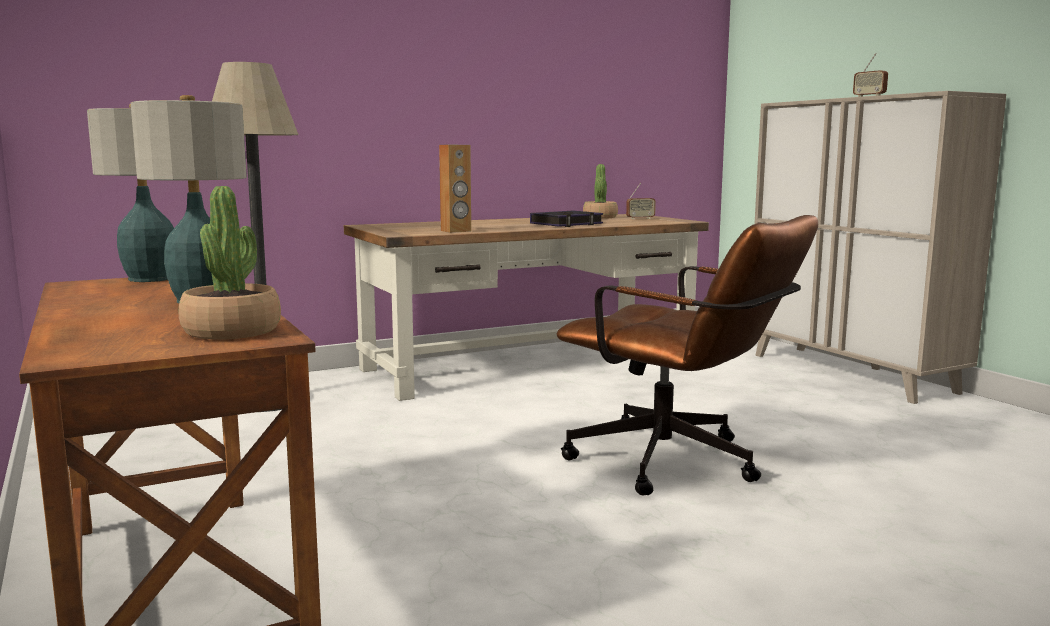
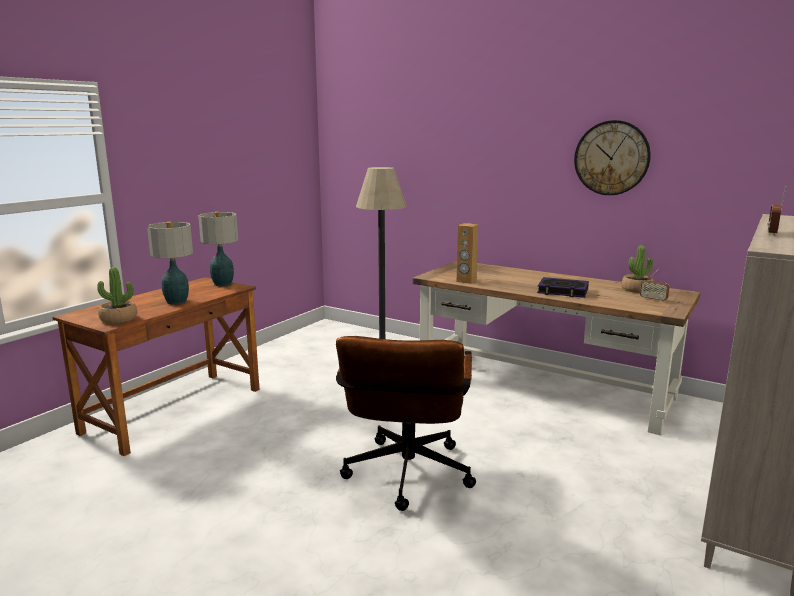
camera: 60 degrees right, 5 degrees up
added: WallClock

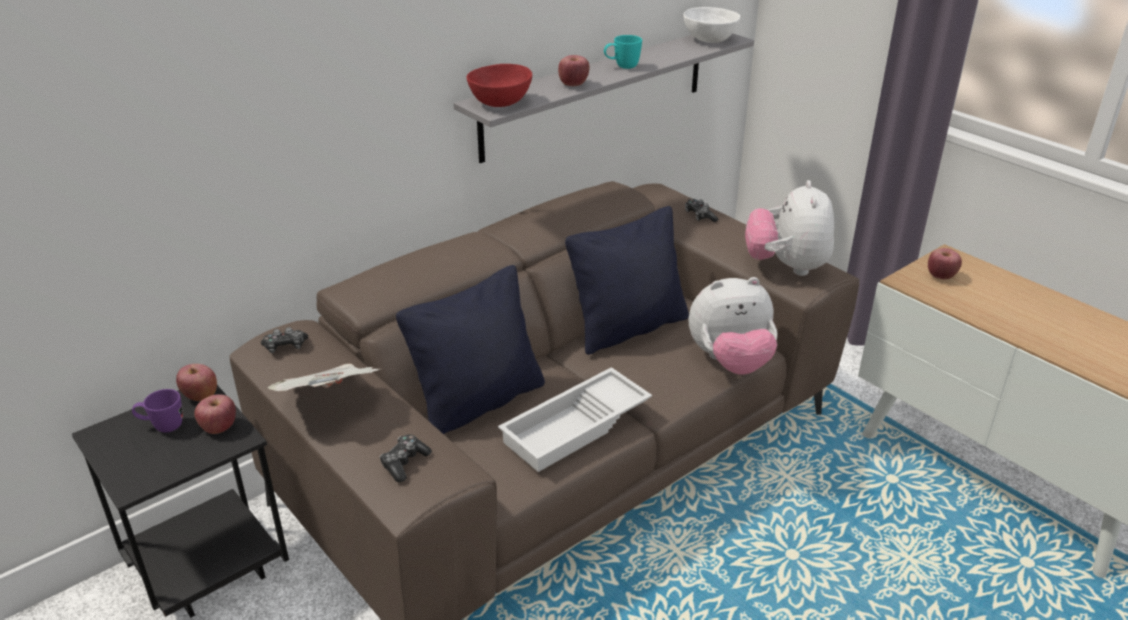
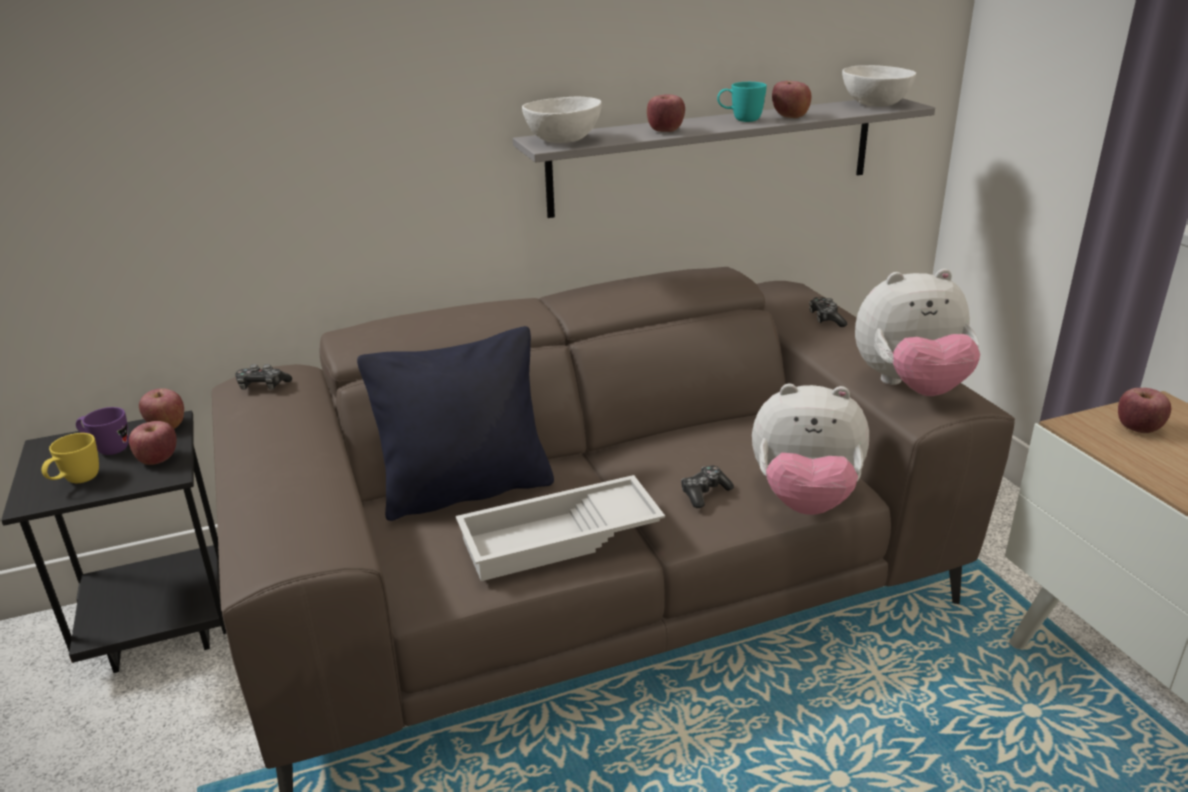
camera: 20 degrees right, 5 degrees down
removed: Newspaper; BlackPillow (2nd from left)
added: YellowMug; Apple (4th from left)
moved: GameController (2nd from left)
recoloured: RedBowl to WhiteBowl (1st from left)
turned: PlushToy (2nd from left) 120 degrees counterclockwise

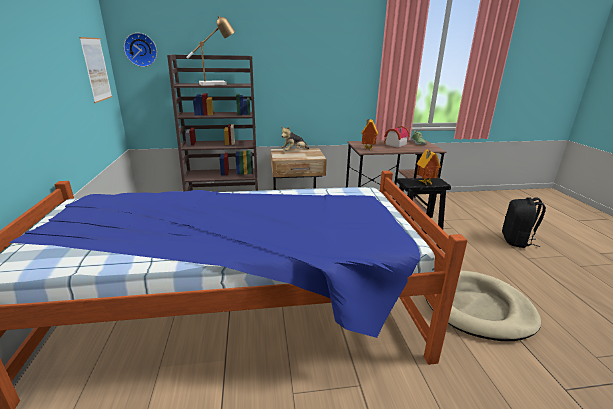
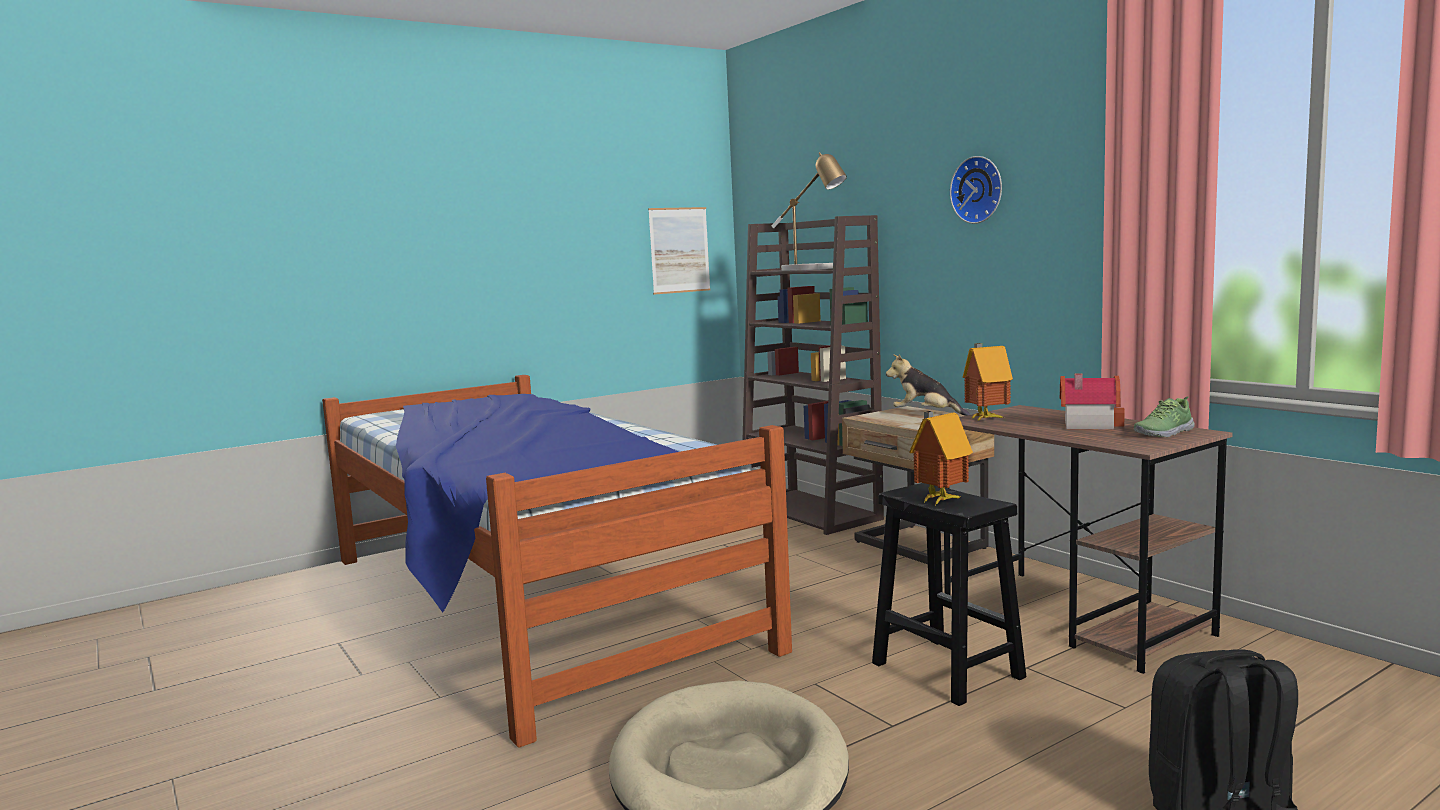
camera: 65 degrees right, 15 degrees down
moved: WallClock

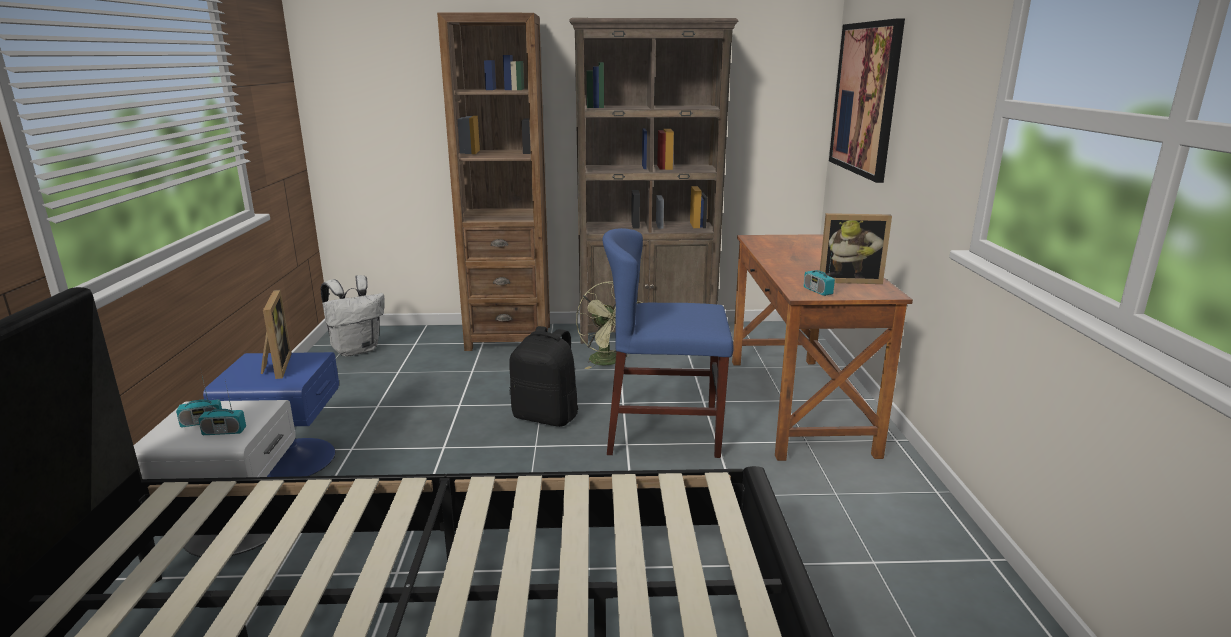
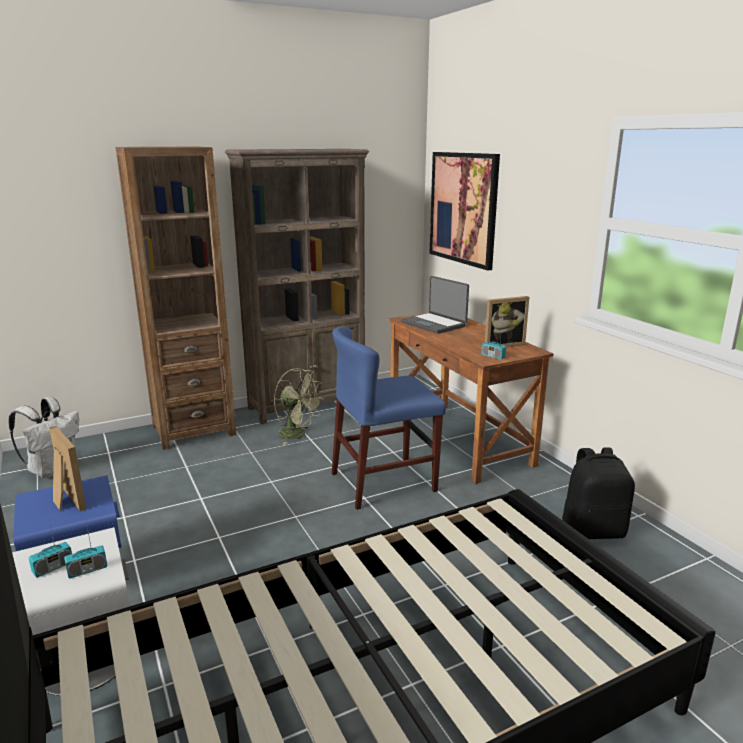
camera: 25 degrees left, 0 degrees up
added: Laptop
moved: BlackBackpack

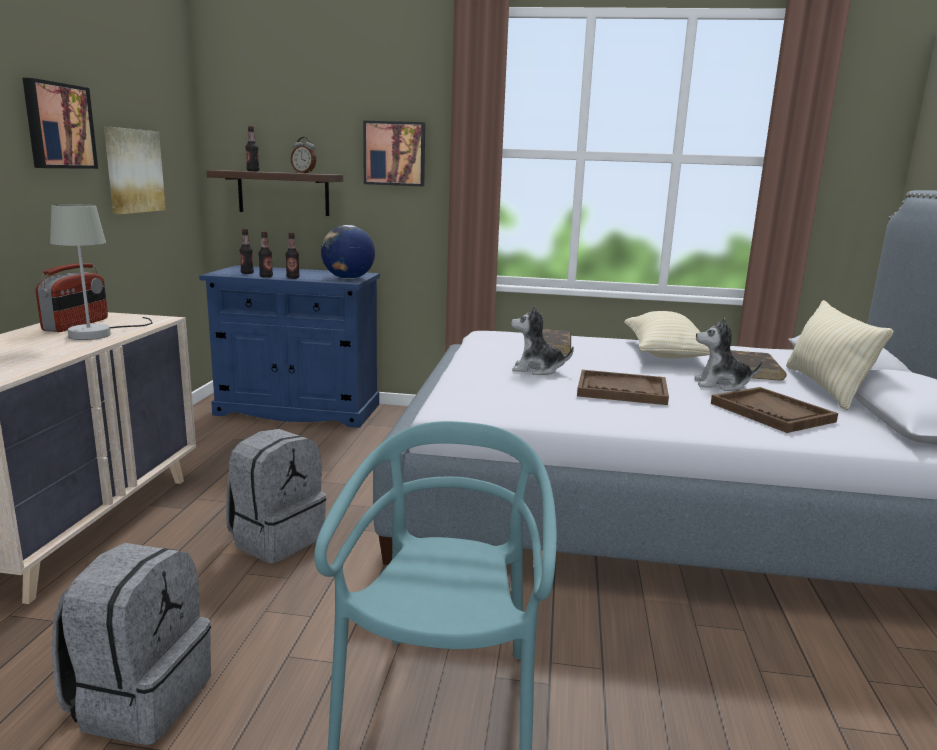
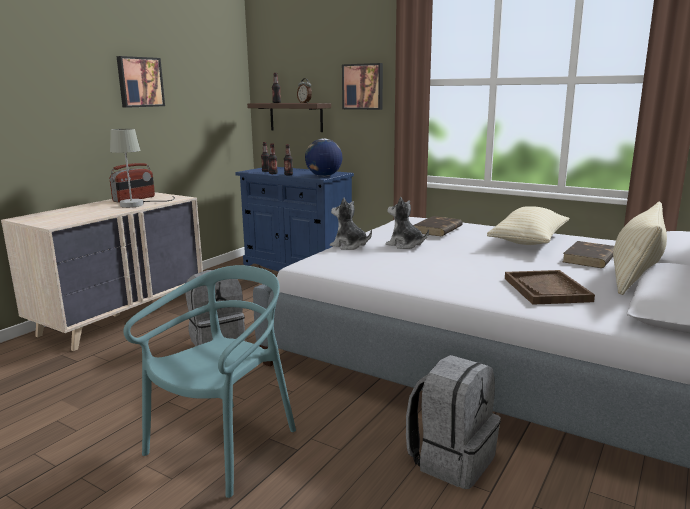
camera: 25 degrees right, 0 degrees up
removed: Picture (2nd from left); BrownTray (1st from left)
moved: GreyBackpack (1st from left in the first image) to GreyBackpack (2nd from left); PlushToy (2nd from left in the first image) to PlushToy (1st from left)

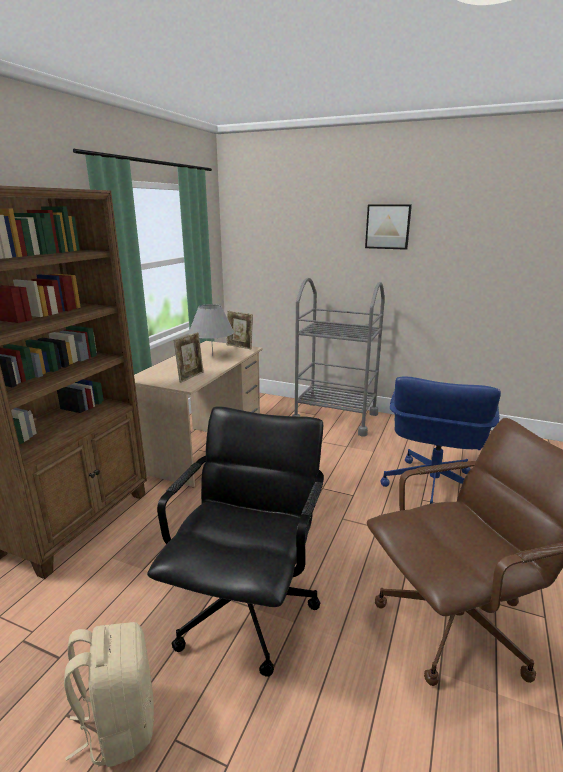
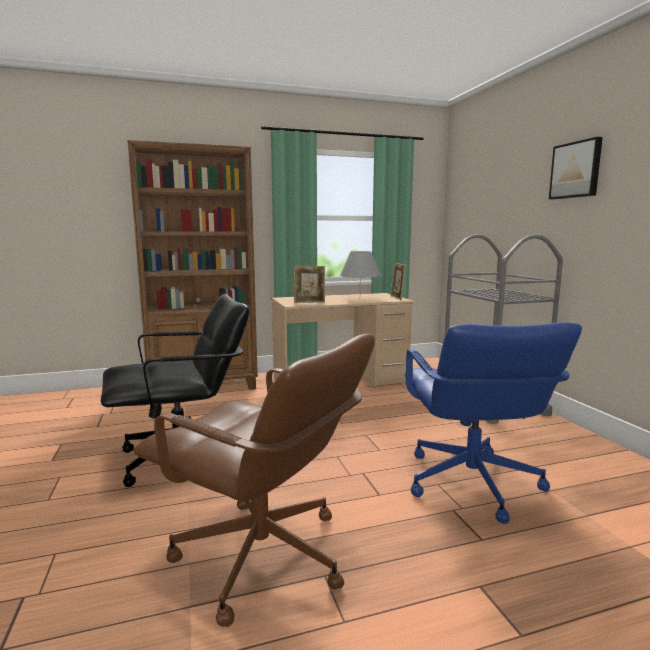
camera: 50 degrees right, 10 degrees down
removed: BeigeBackpack
turned: BlueOfficeChair 75 degrees counterclockwise

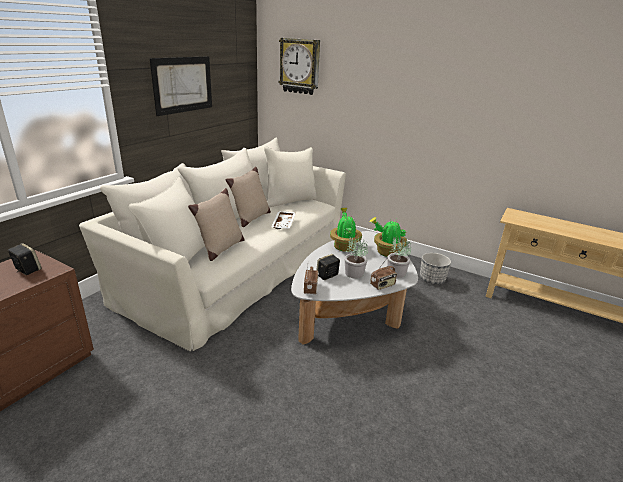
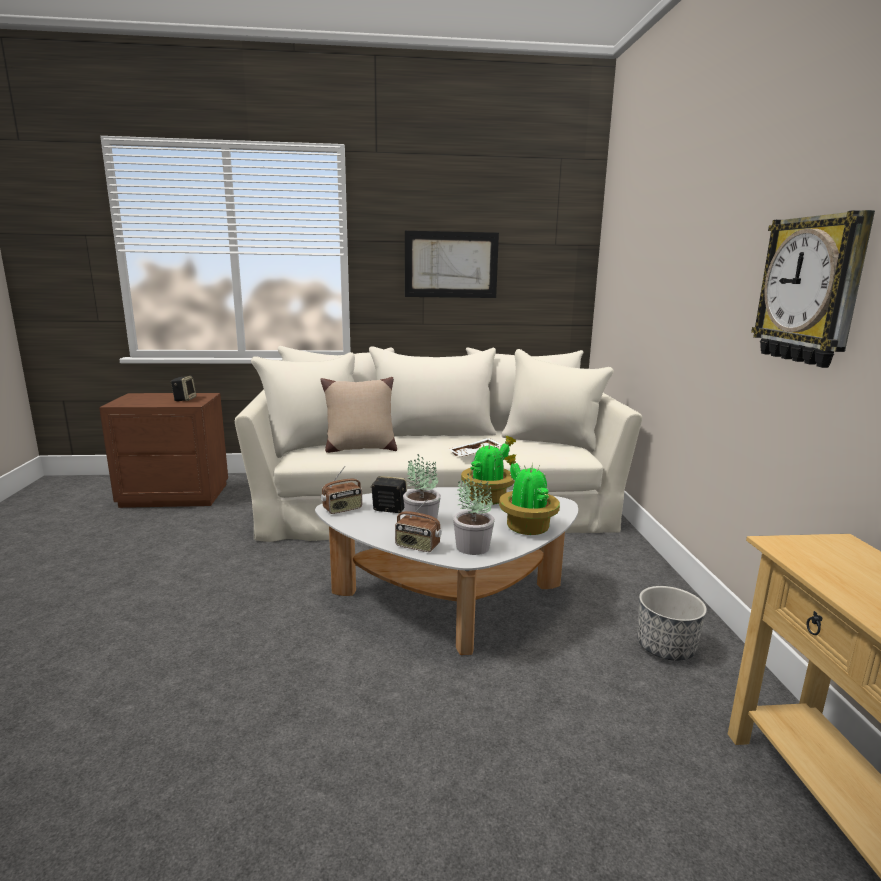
camera: 55 degrees right, 10 degrees down
removed: BeigePillow (2nd from left)
moved: WallClock

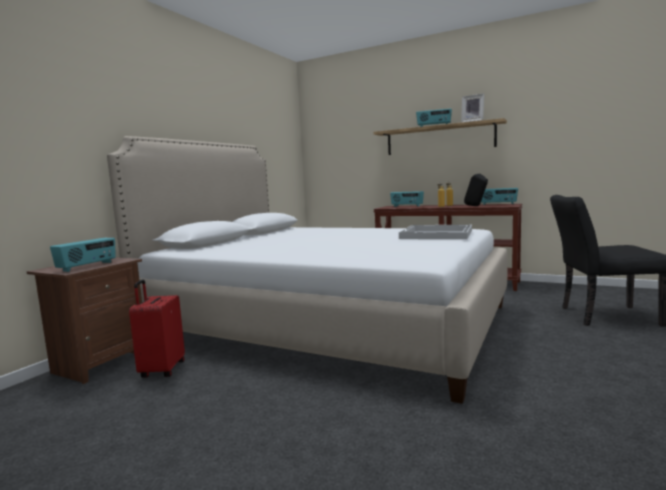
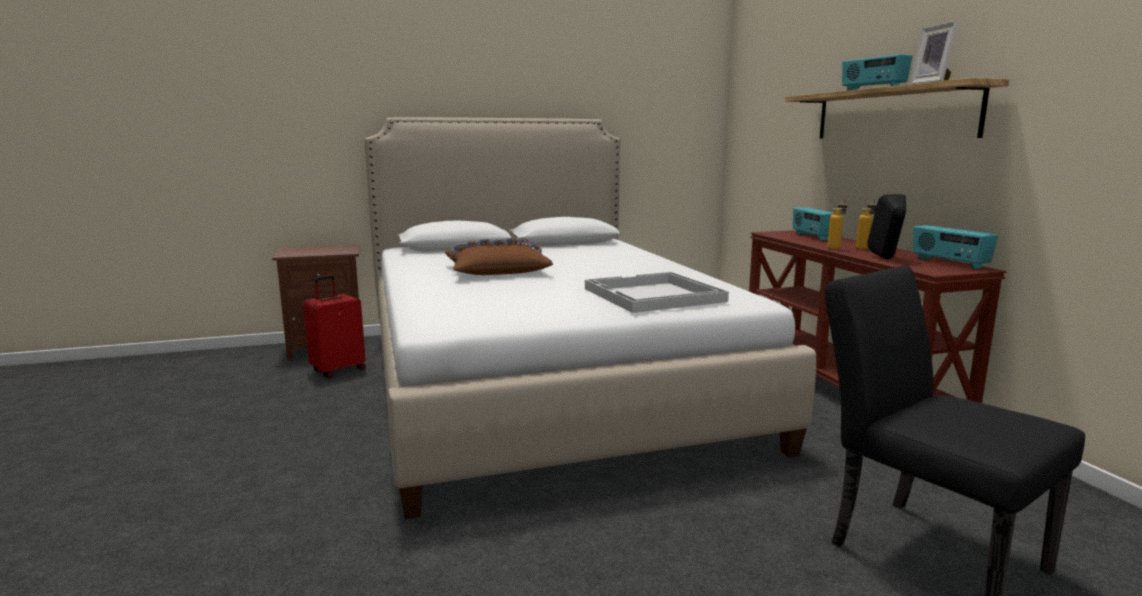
camera: 45 degrees right, 5 degrees up
removed: Radio (1st from left)
added: BrownPillow

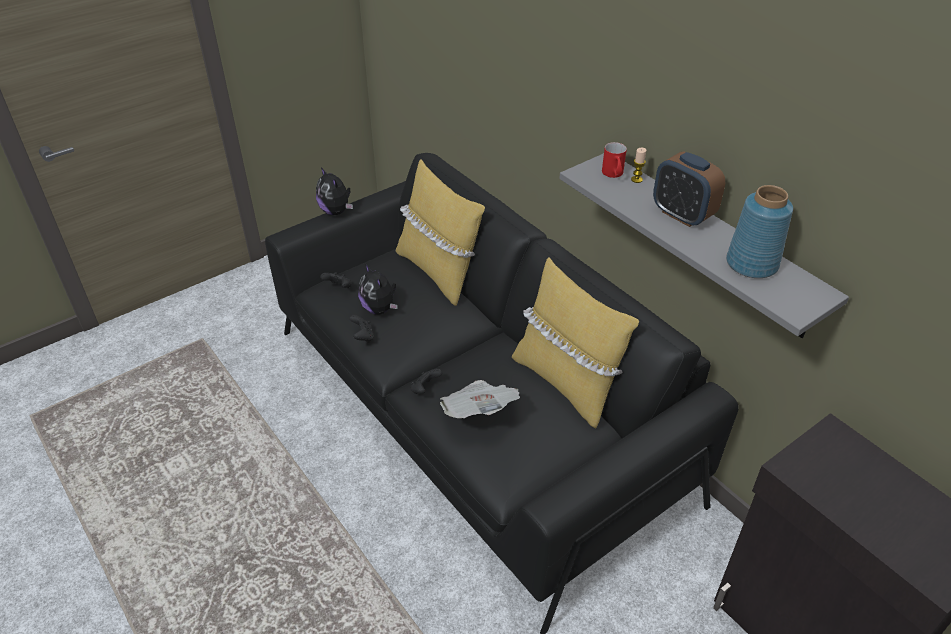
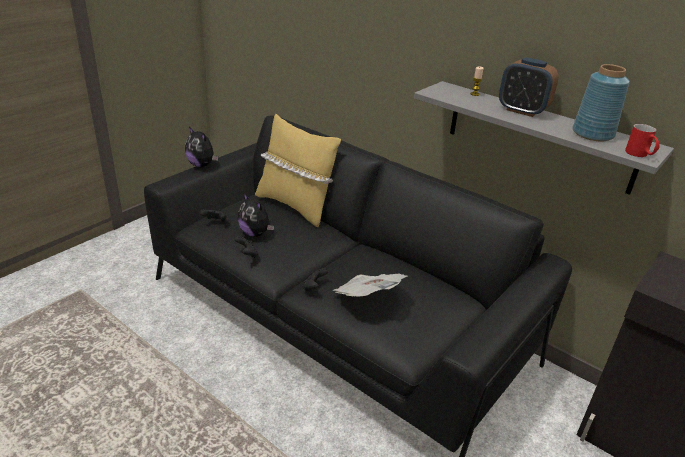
camera: 15 degrees left, 10 degrees down
removed: YellowPillow (2nd from left)
moved: RedMug

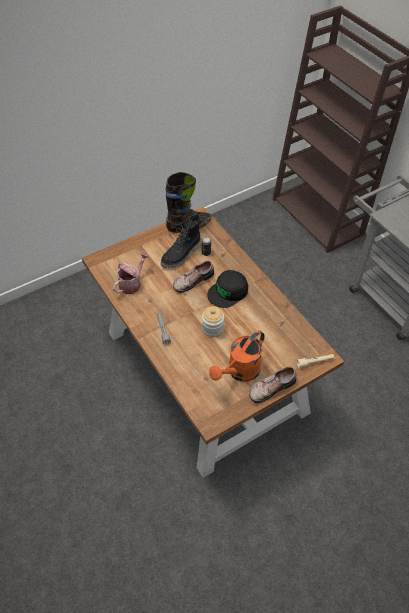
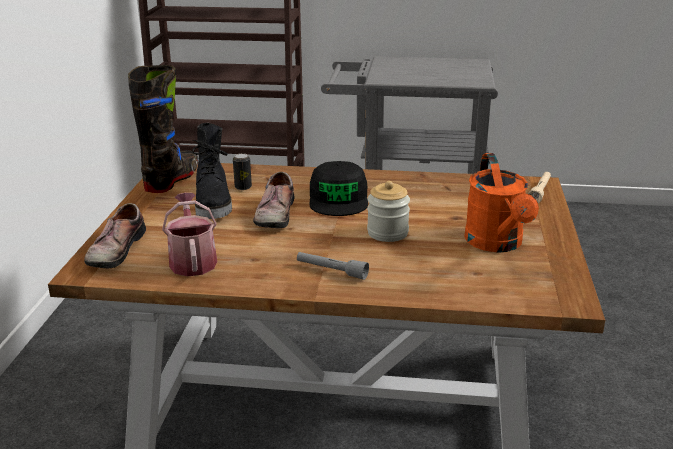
camera: 50 degrees left, 25 degrees down
moved: Shoe (2nd from left in the first image) to Shoe (1st from left)

